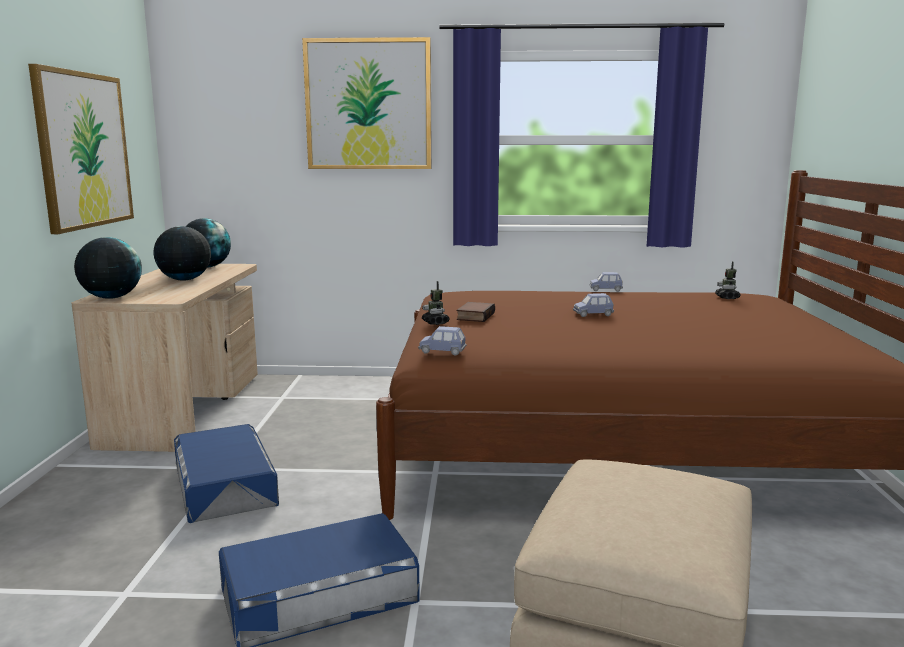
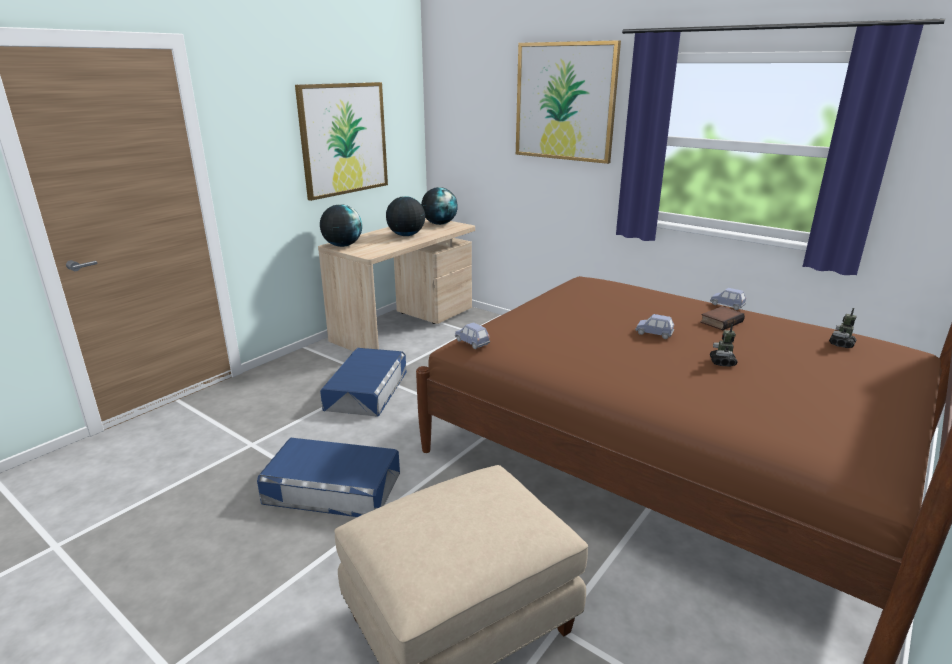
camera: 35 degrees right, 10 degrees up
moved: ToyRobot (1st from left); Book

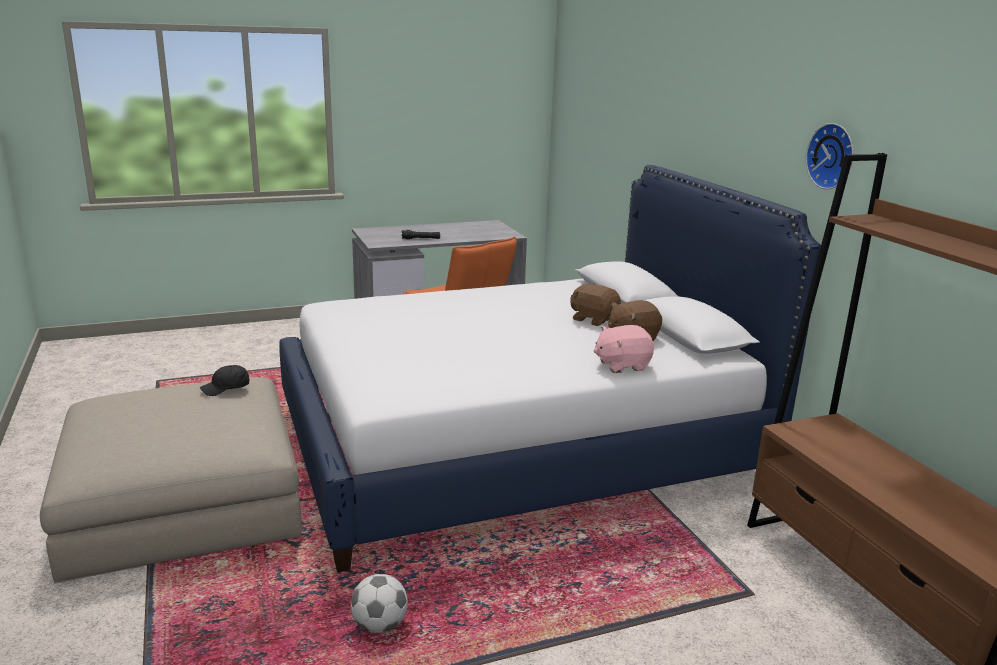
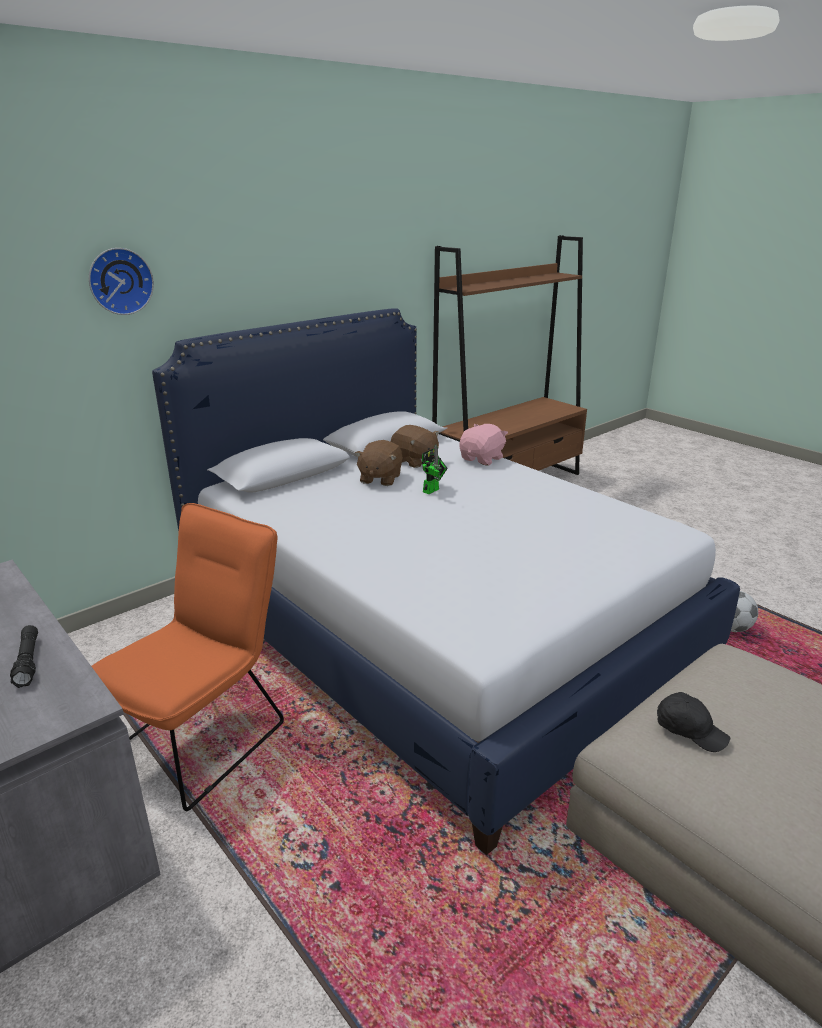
camera: 110 degrees left, 5 degrees up
added: ToyRobot
moved: WallClock
turned: PinkPlushToy 105 degrees counterclockwise

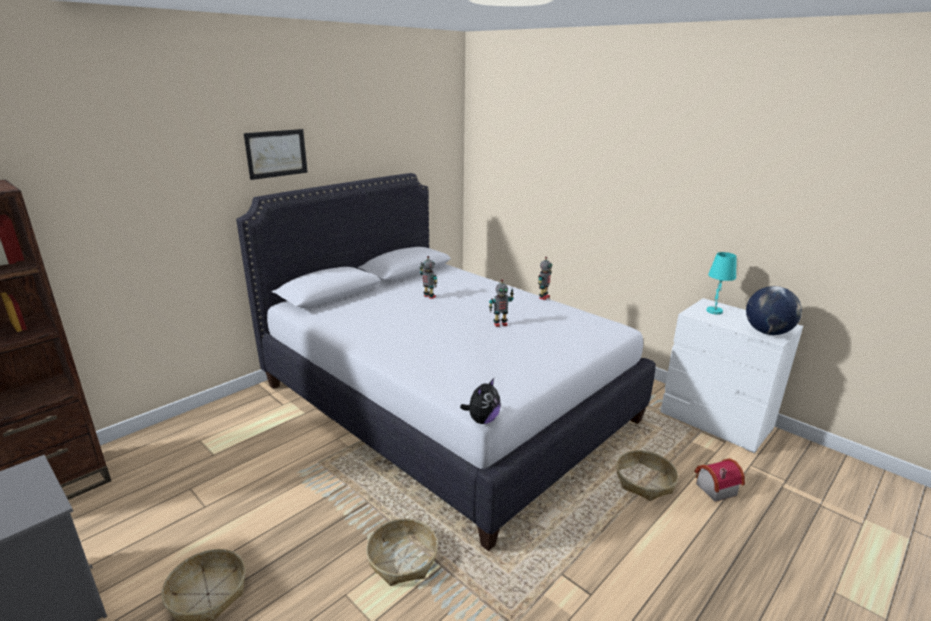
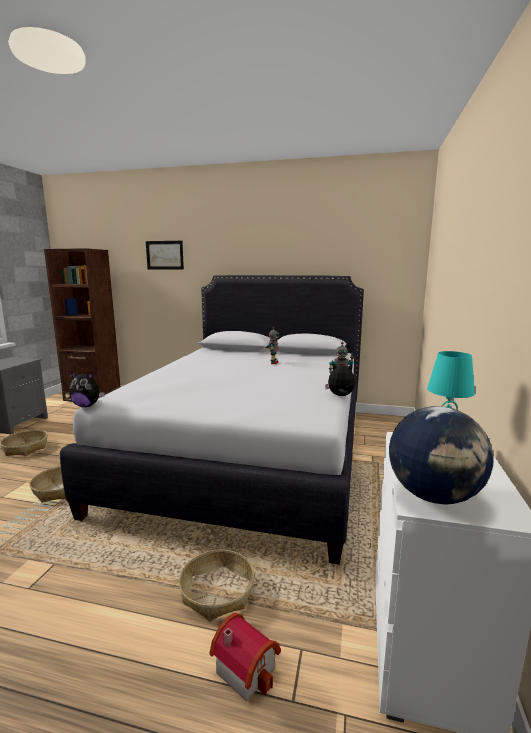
camera: 60 degrees right, 10 degrees down
removed: ToyRobot (2nd from left)
added: PlushToy (2nd from left)
moved: Picture

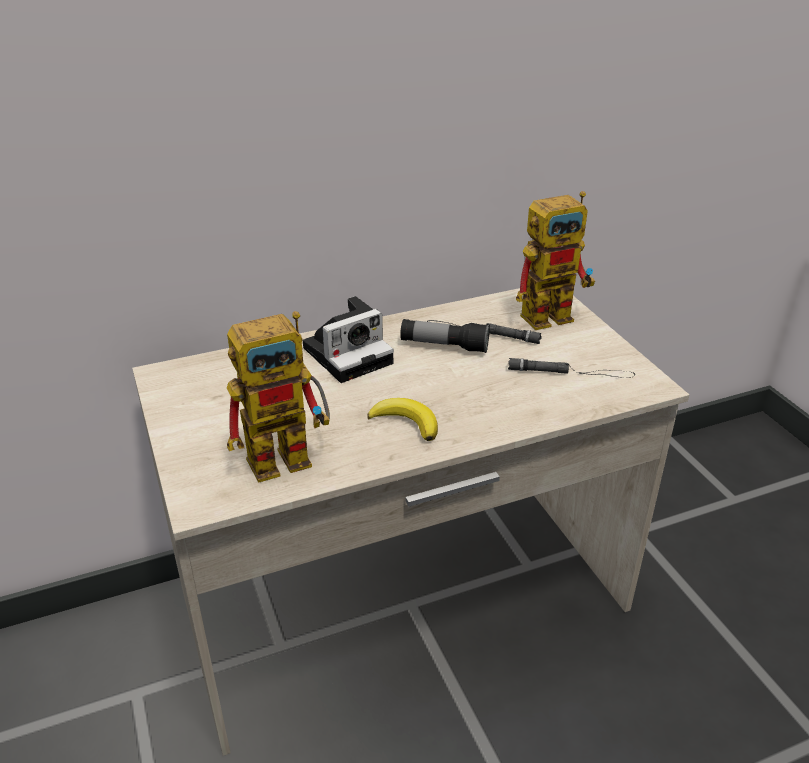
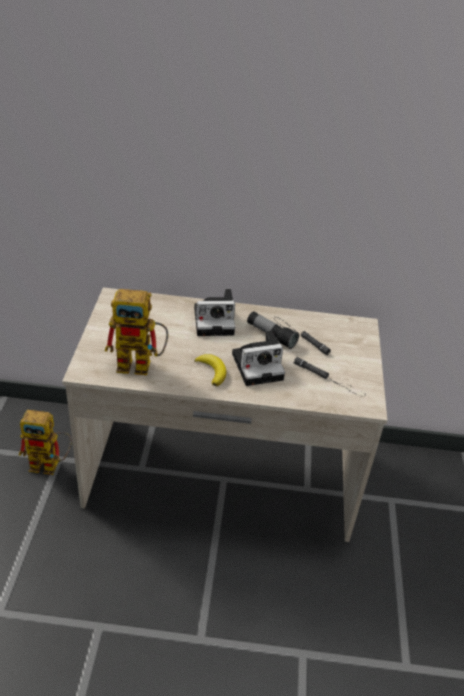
camera: 25 degrees right, 5 degrees up
added: PhotoCamera (2nd from left)
moved: ToyRobot (2nd from left in the first image) to ToyRobot (1st from left)

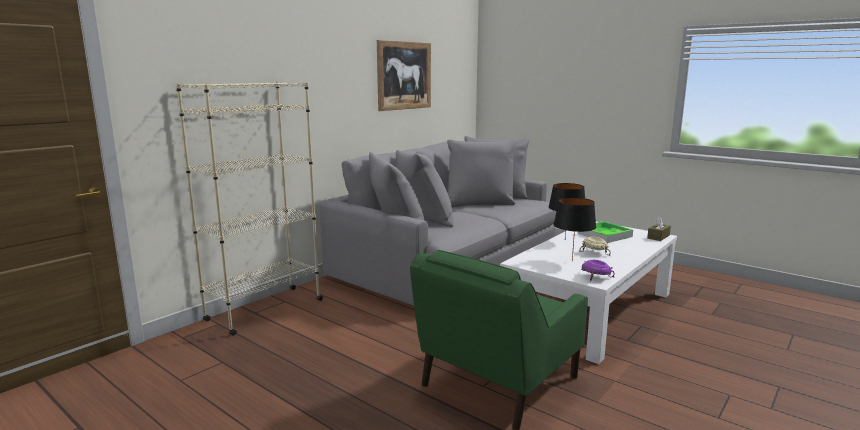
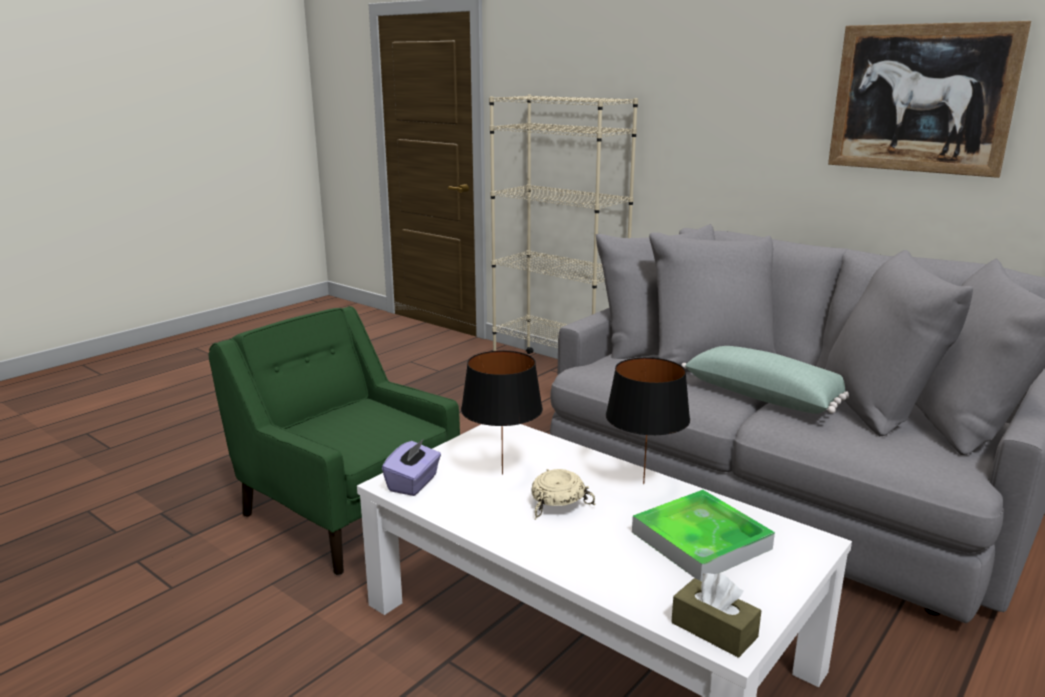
camera: 90 degrees right, 5 degrees up
added: GreenPillow
replaced: PurpleBowl to PurpleTissueBox

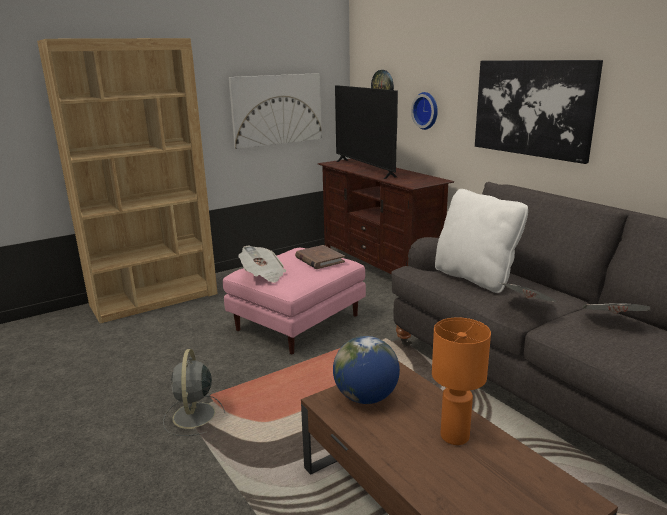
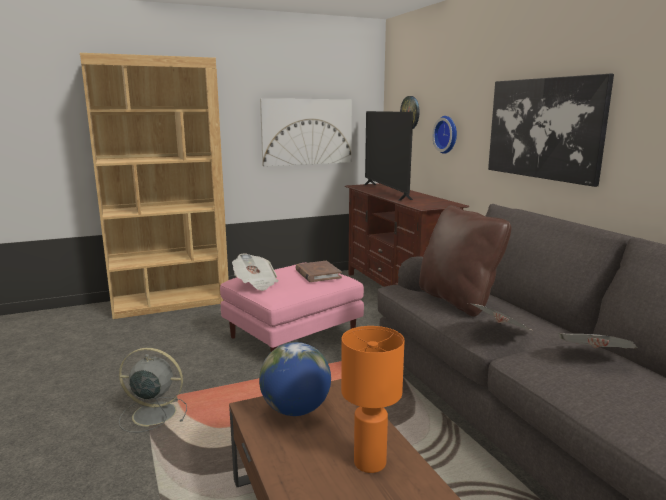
camera: 10 degrees right, 5 degrees down
recoloured: WhitePillow to BrownPillow
turned: GreyFan 90 degrees clockwise

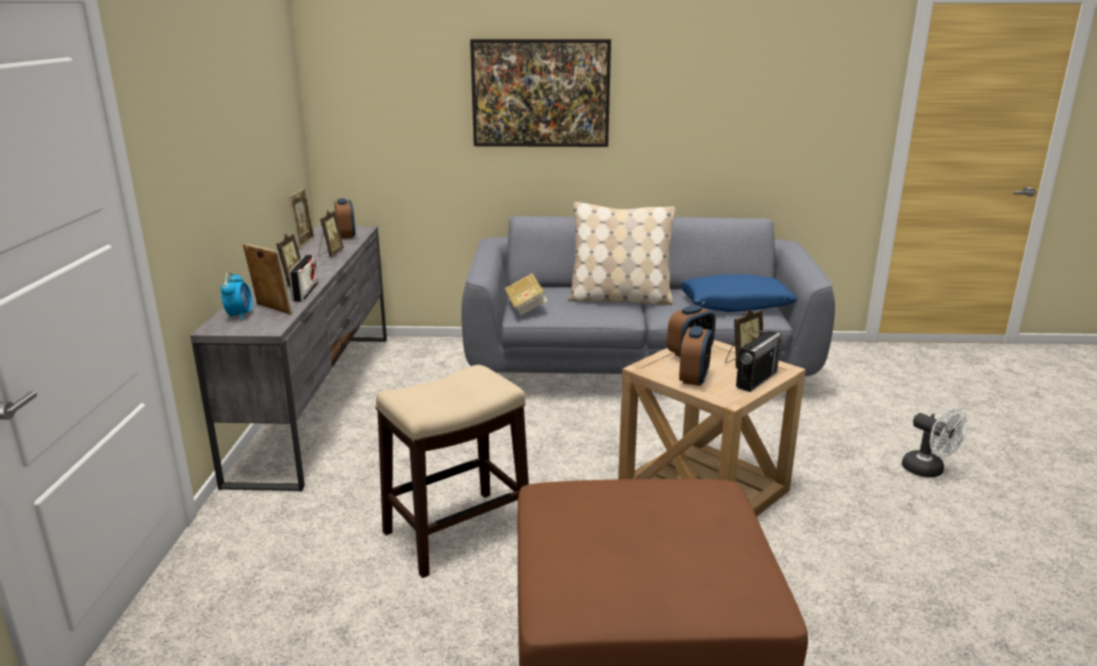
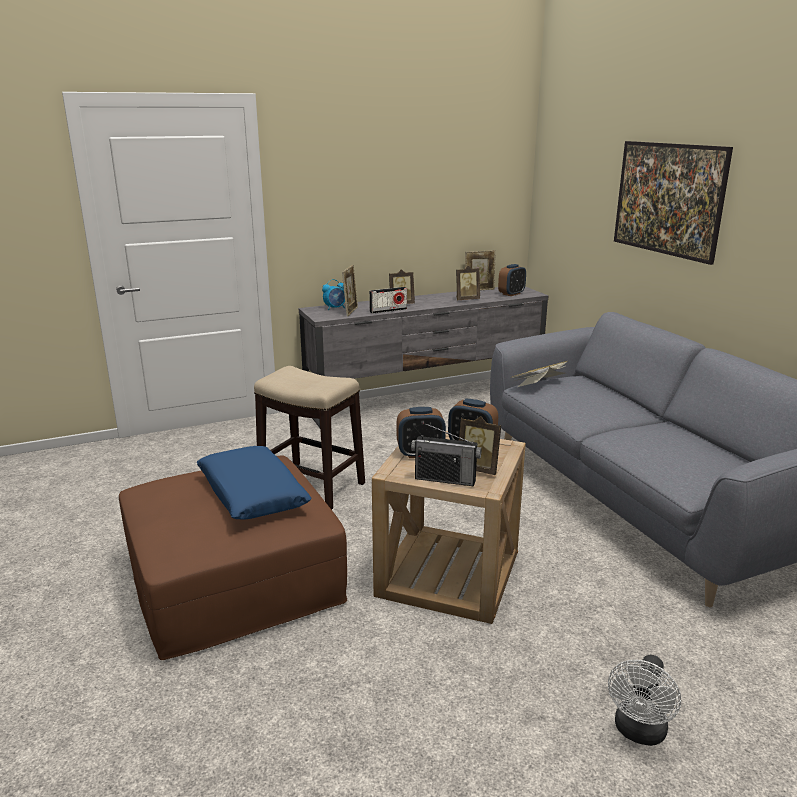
camera: 65 degrees right, 0 degrees up
removed: BeigePillow
moved: BluePillow

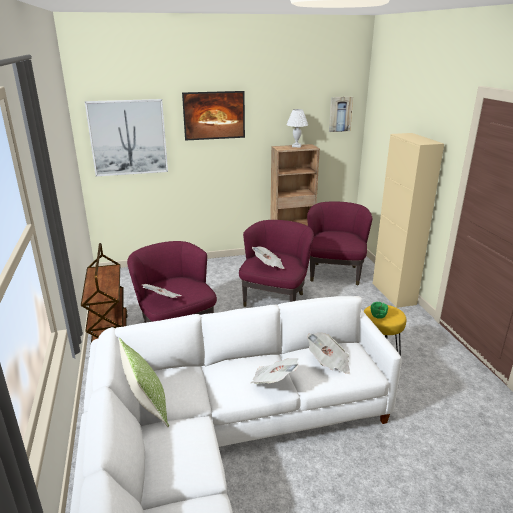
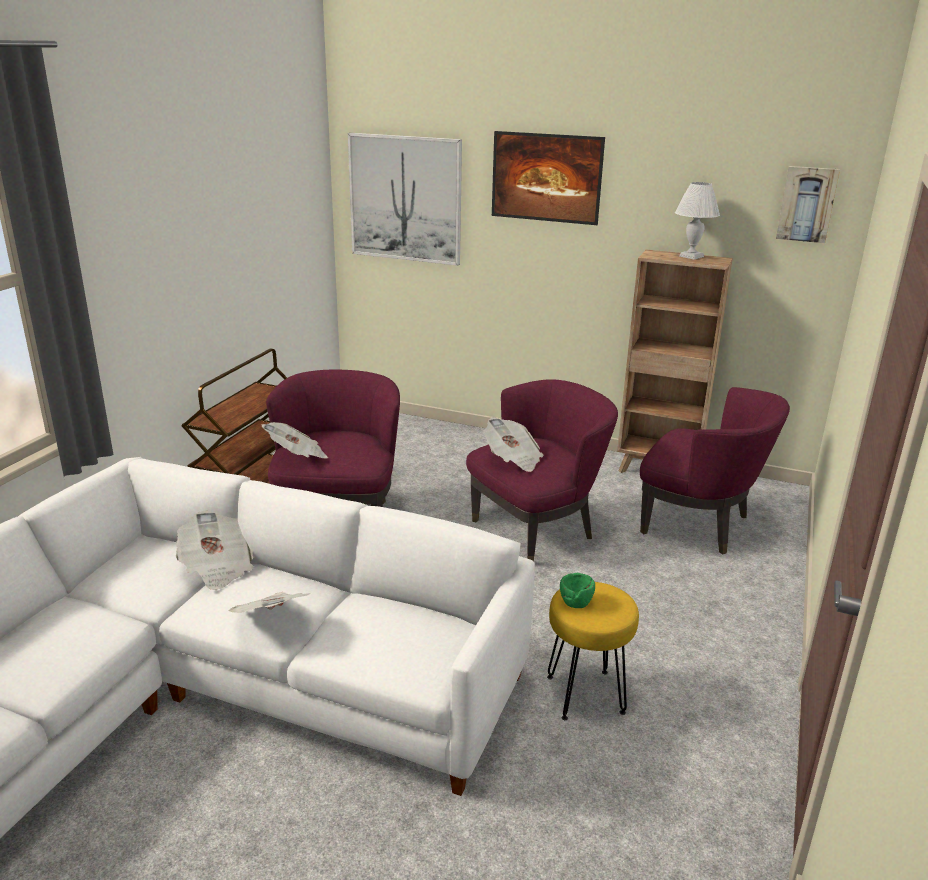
camera: 35 degrees right, 0 degrees up
removed: Pillow; BeigeCabinet
moved: Newspaper (4th from left in the first image) to Newspaper (1st from left)
turned: PurpleArmchair (3rd from left) 75 degrees clockwise

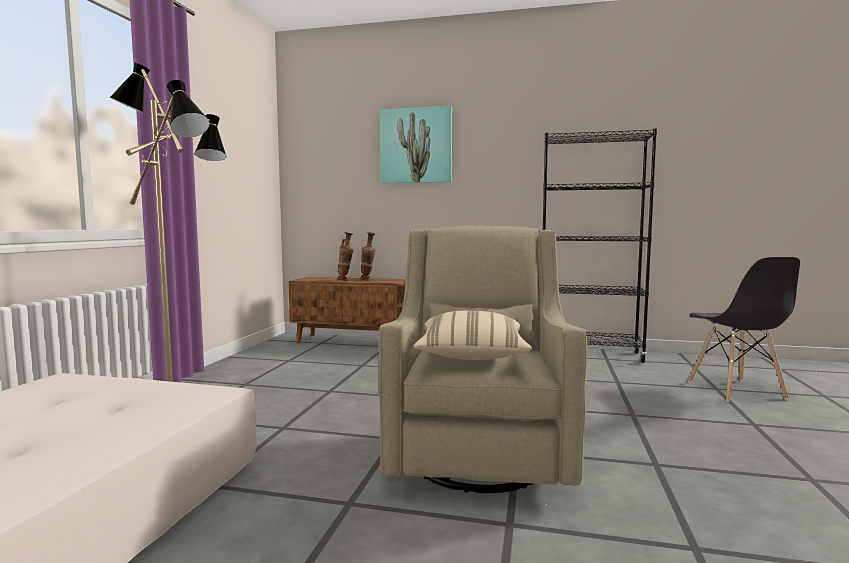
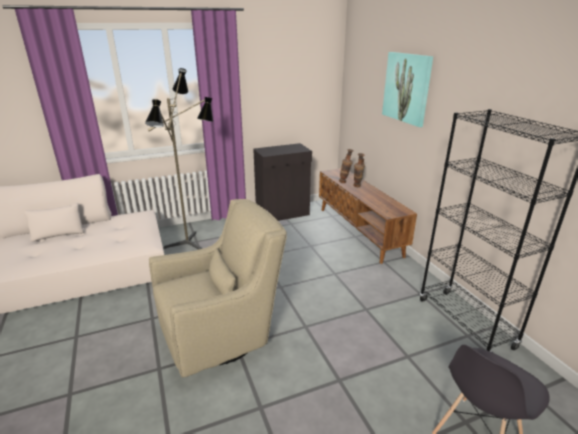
camera: 55 degrees right, 20 degrees up
removed: BeigePillow
added: BlackCabinet

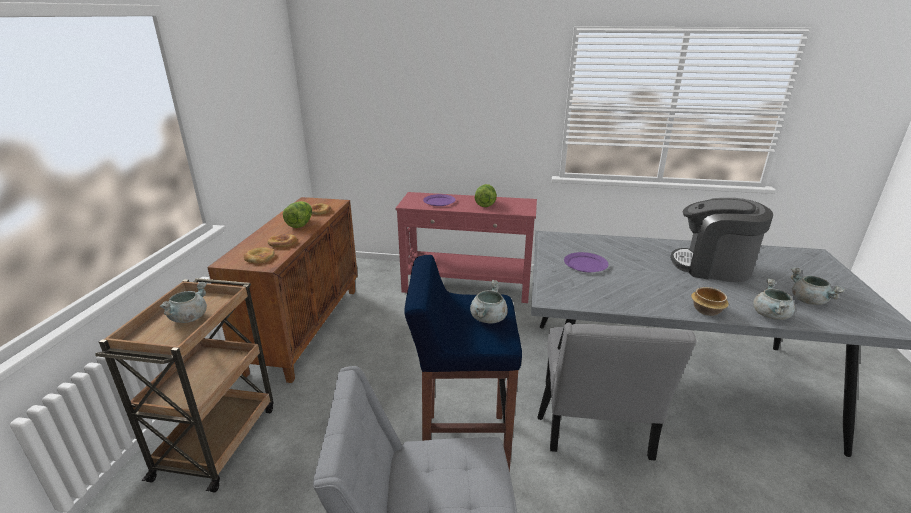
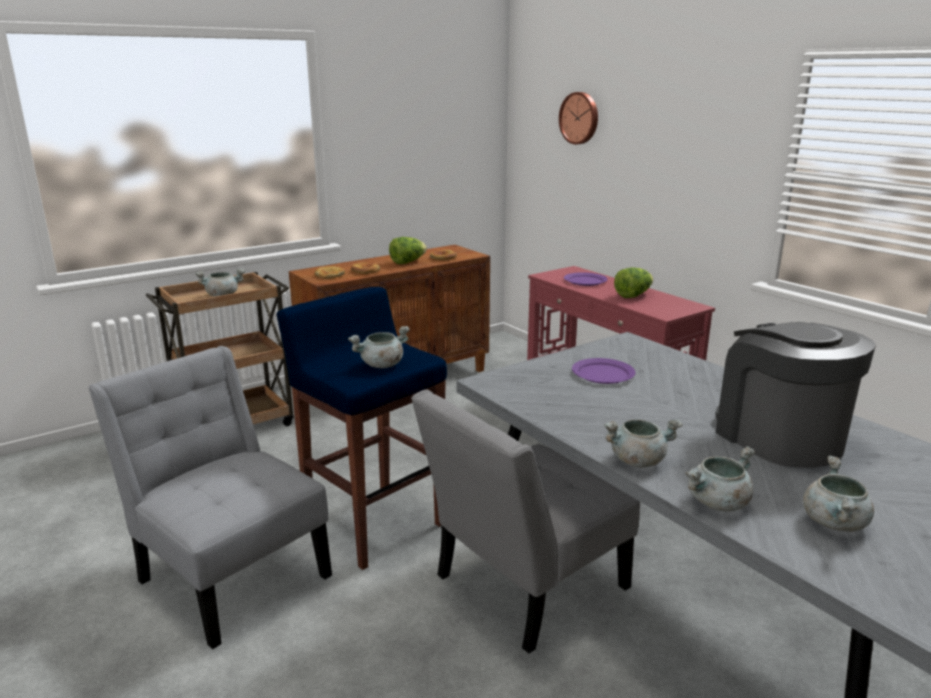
camera: 45 degrees right, 5 degrees down
added: WallClock
replaced: Bowl to GreyCookingPot (3rd from left)

